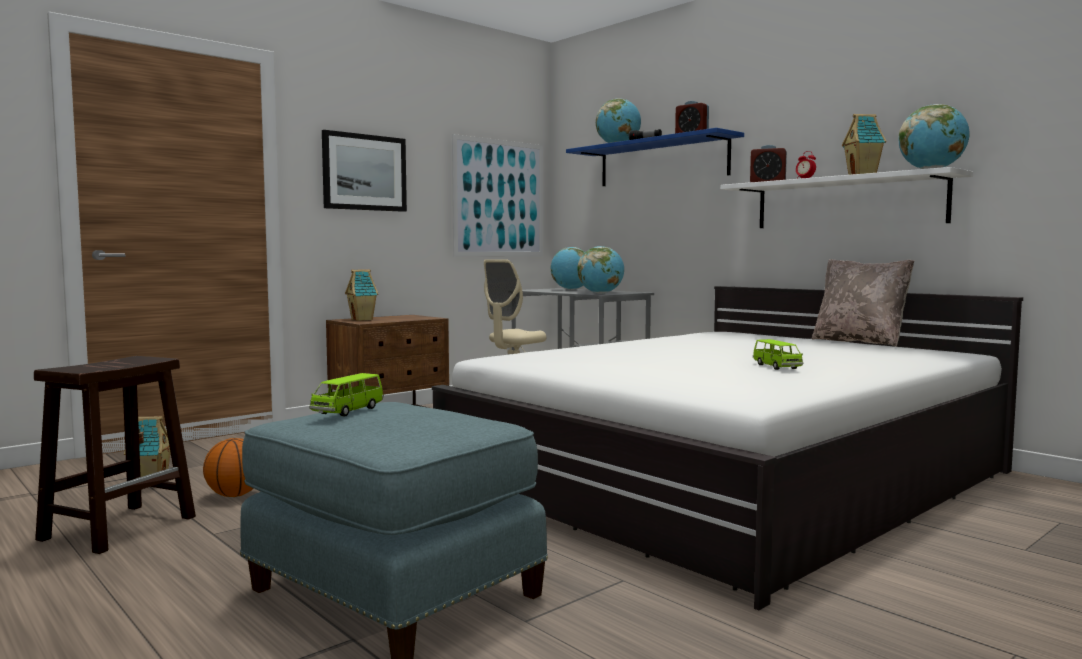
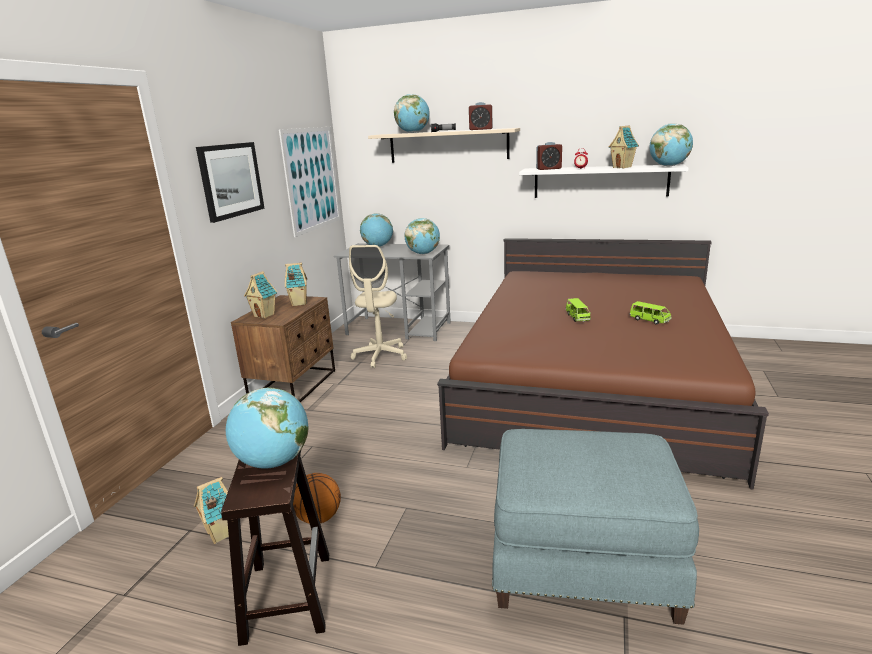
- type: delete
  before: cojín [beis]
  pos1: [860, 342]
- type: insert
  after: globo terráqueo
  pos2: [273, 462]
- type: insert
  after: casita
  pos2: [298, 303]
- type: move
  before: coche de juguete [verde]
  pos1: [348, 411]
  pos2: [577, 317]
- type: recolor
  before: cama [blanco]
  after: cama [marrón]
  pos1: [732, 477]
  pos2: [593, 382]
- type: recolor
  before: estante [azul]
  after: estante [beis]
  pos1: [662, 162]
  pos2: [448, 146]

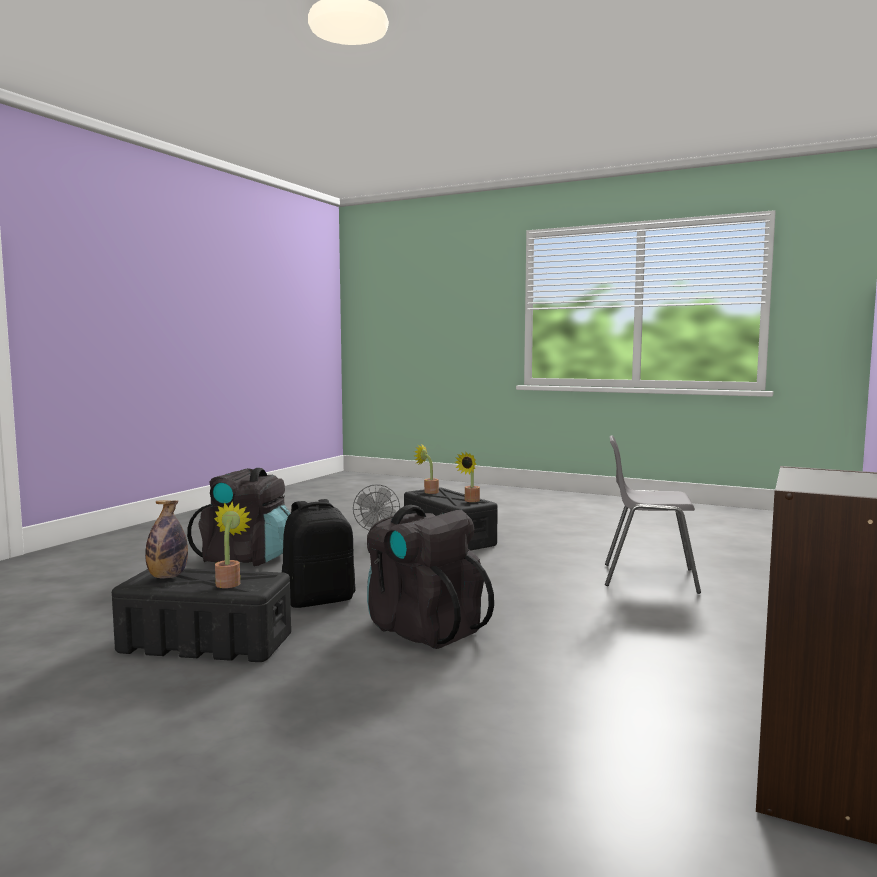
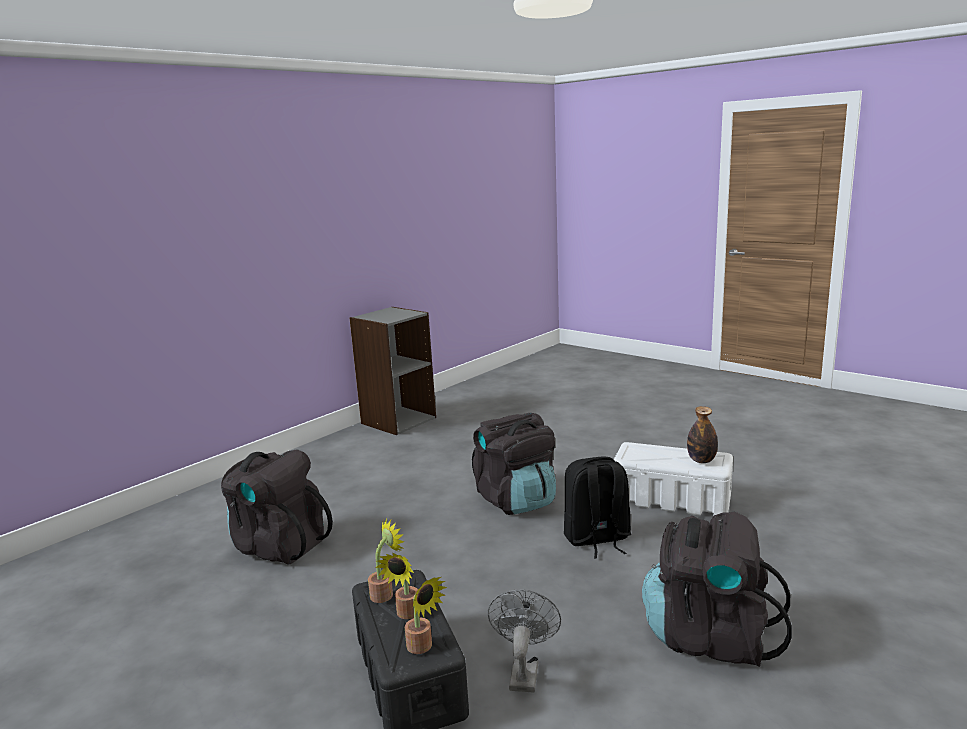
- type: move
  before: planta en maceta
  pos1: [229, 582]
  pos2: [406, 615]
- type: replace
  before: silla [gris]
  after: mochila [negro]
  pos1: [648, 577]
  pos2: [278, 545]
- type: recolor
  before: caja de almacenaje [negro]
  after: caja de almacenaje [blanco]
  pos1: [204, 643]
  pos2: [672, 499]

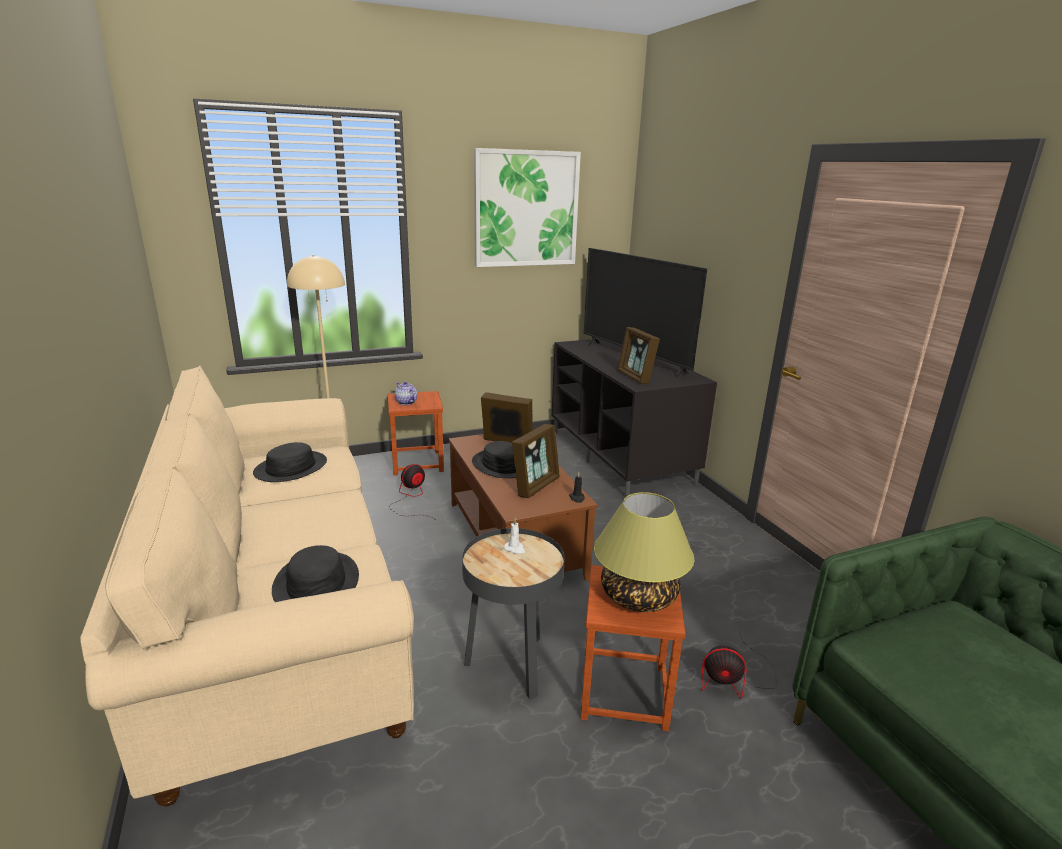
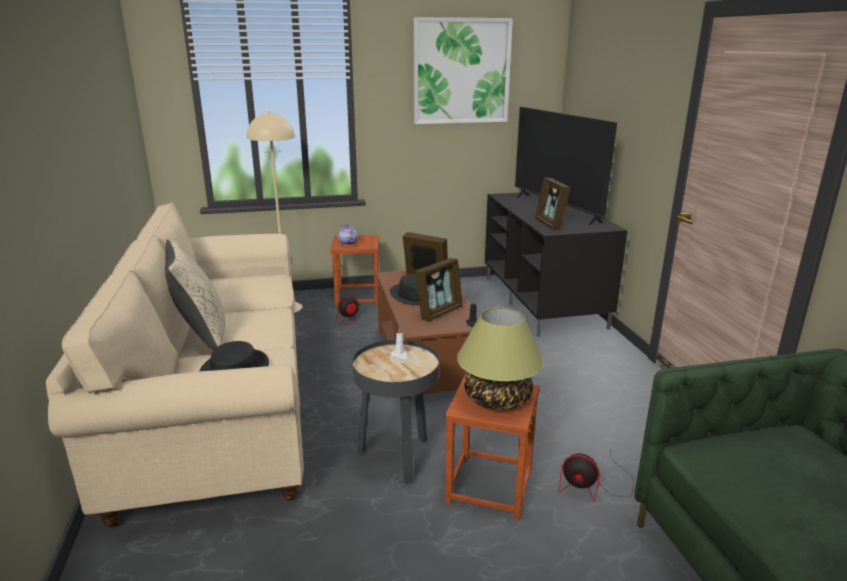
- type: delete
  before: sombrero [negro]
  pos1: [291, 468]
- type: insert
  after: cojín [beis]
  pos2: [201, 333]

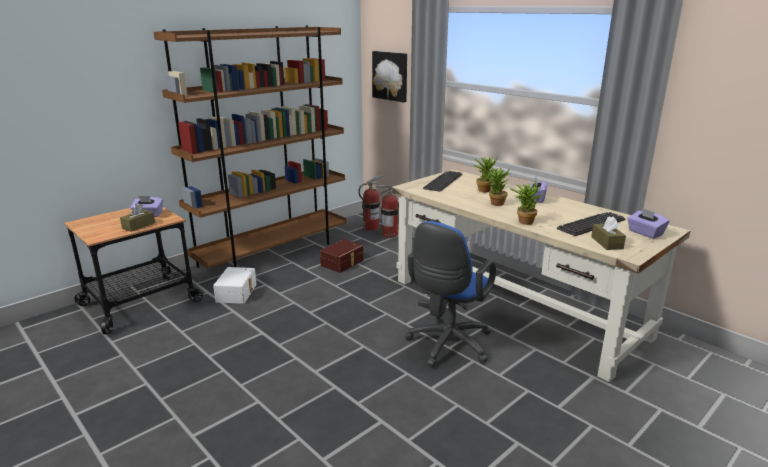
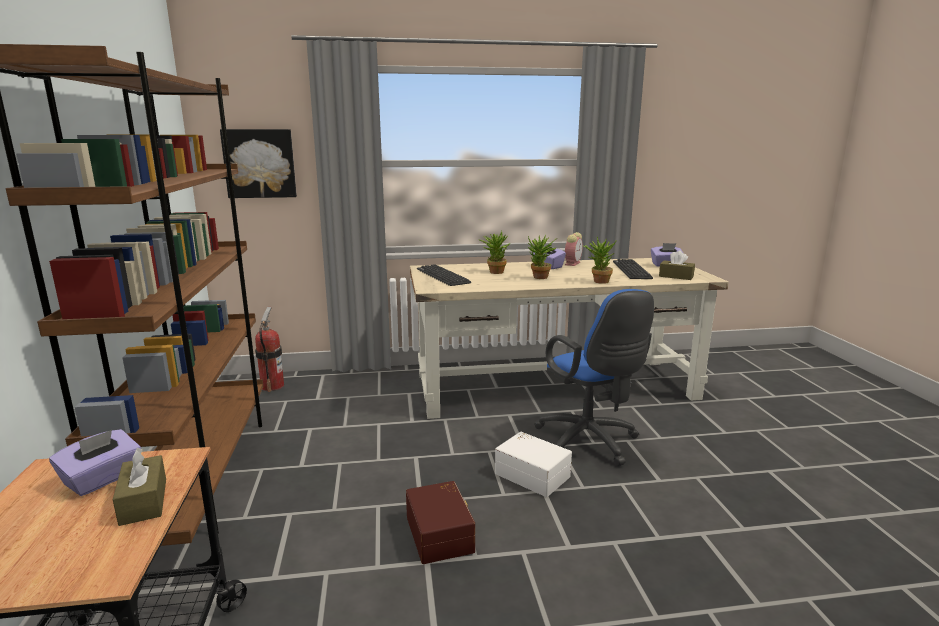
- type: delete
  before: extintor
  pos1: [389, 234]
- type: insert
  after: despertador
  pos2: [572, 263]
- type: move
  before: caja de almacenaje [blanco]
  pos1: [237, 293]
  pos2: [533, 474]
- type: move
  before: caja de almacenaje [marrón]
  pos1: [343, 263]
  pos2: [441, 533]

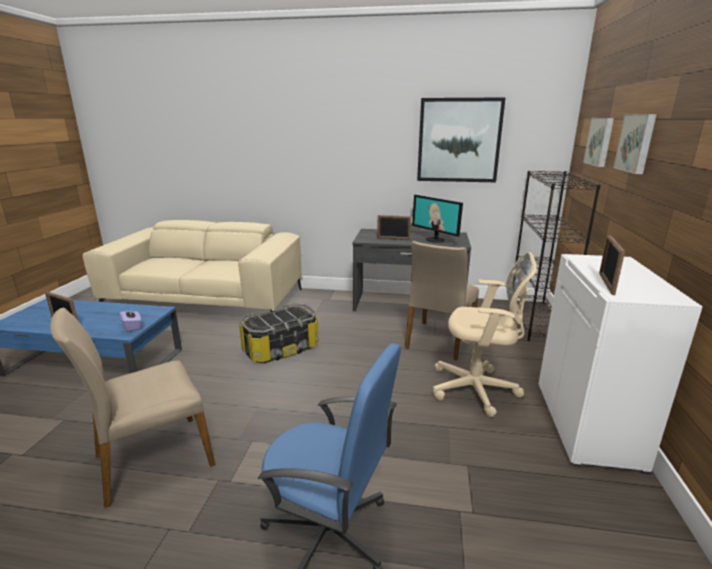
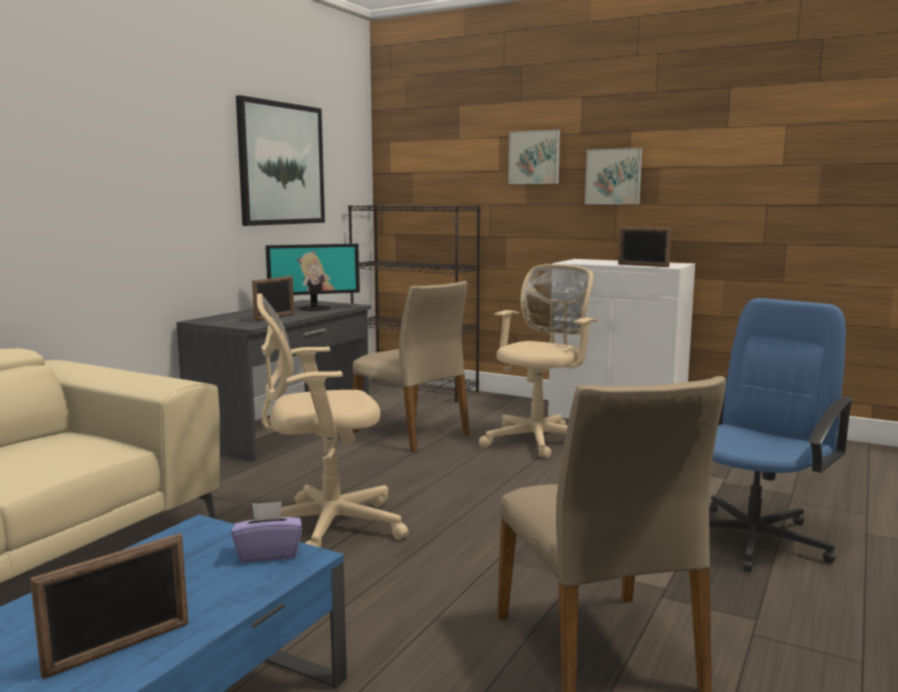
- type: move
  before: cuadro
  pos1: [600, 141]
  pos2: [613, 176]
- type: replace
  before: caja de almacenaje
  after: silla de oficina [beis]
  pos1: [280, 349]
  pos2: [324, 526]

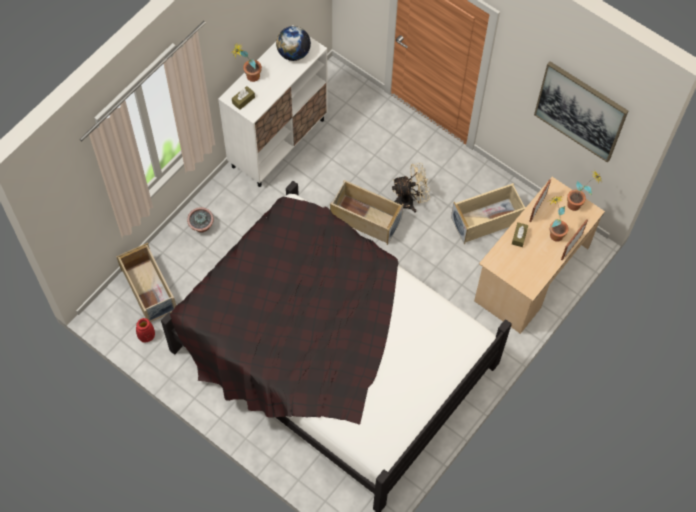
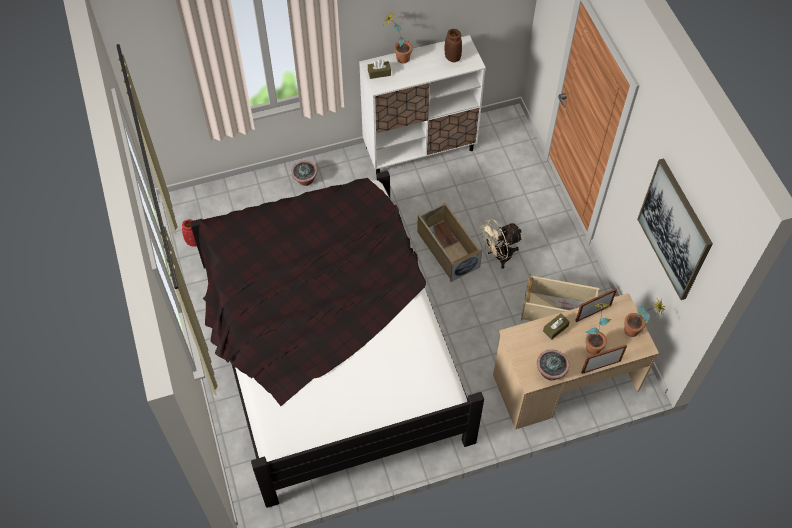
- type: delete
  before: caja de almacenaje [beis]
  pos1: [150, 290]
- type: insert
  after: planta en maceta
  pos2: [550, 372]
- type: replace
  before: globo terráqueo
  after: florero [marrón]
  pos1: [293, 53]
  pos2: [452, 57]
- type: rotate
  before: ventilador [beis]
  pos1: [410, 201]
  pos2: [498, 256]
  turn: 135

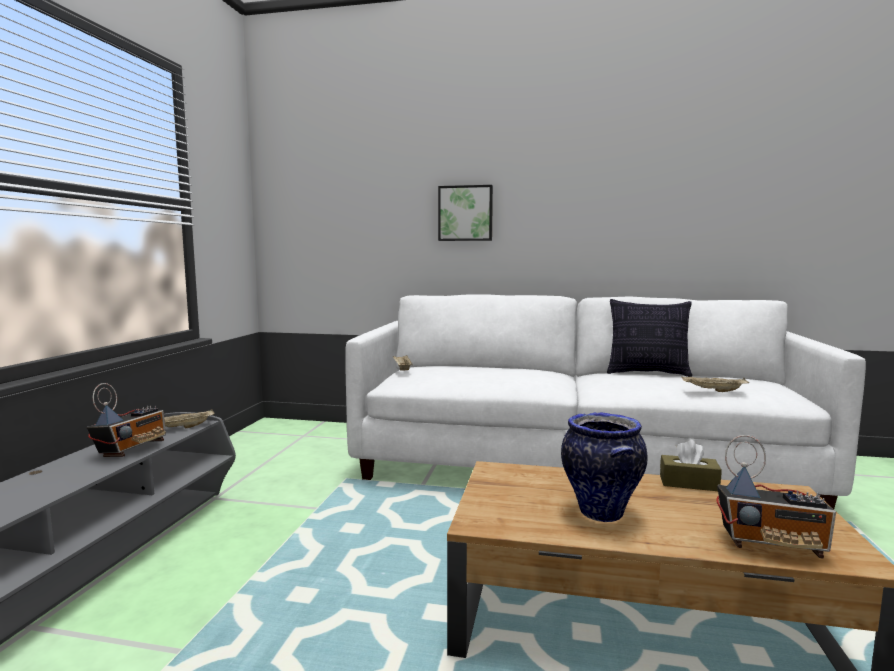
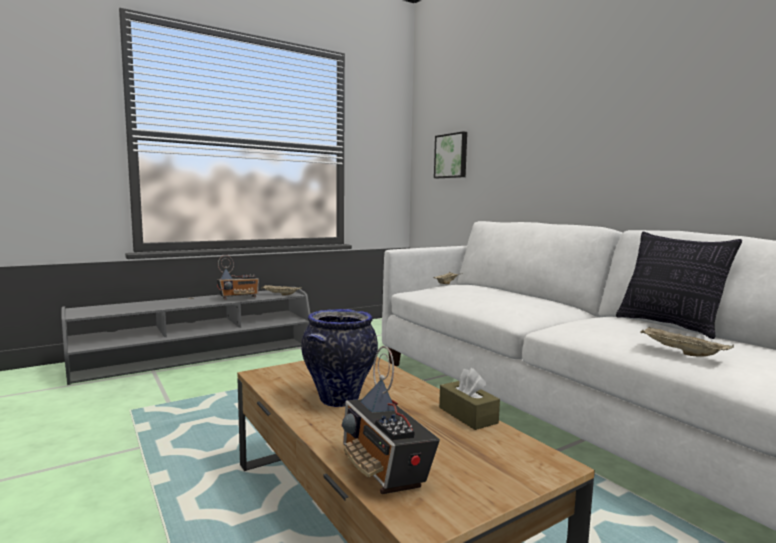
- type: move
  before: cuadro
  pos1: [465, 213]
  pos2: [451, 156]

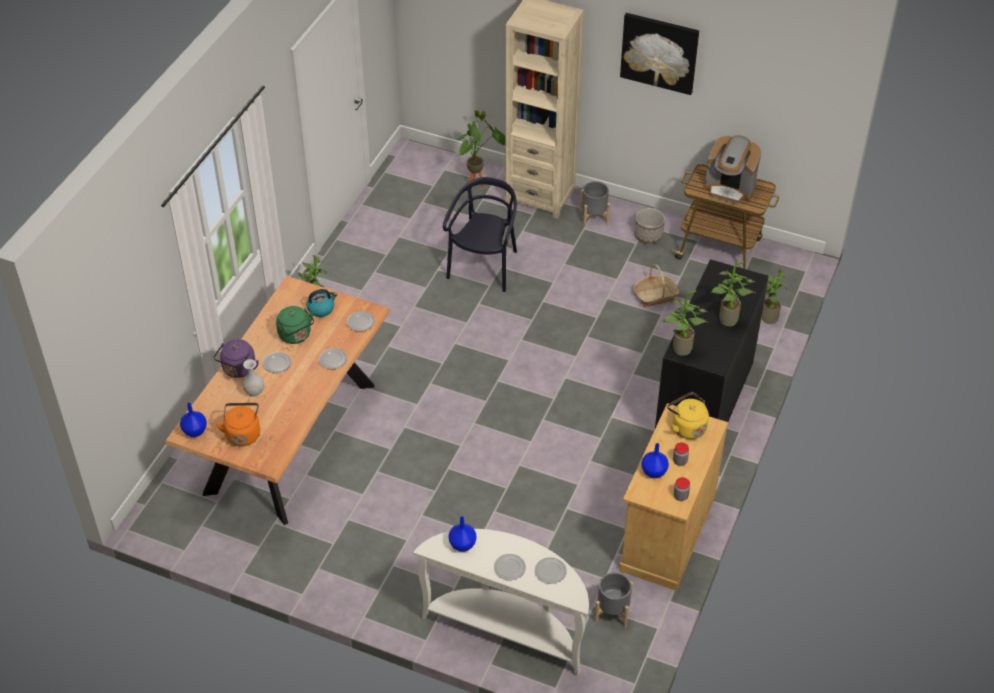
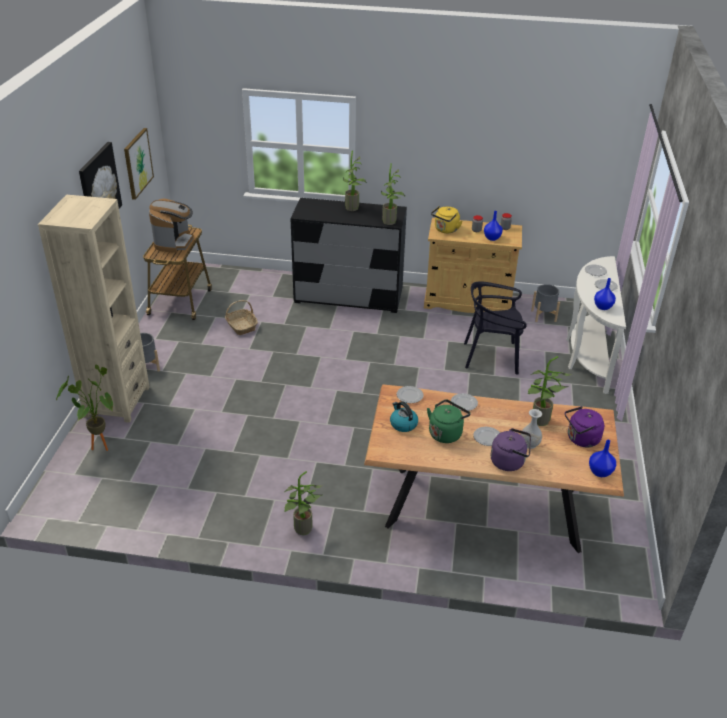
- type: delete
  before: maceta
  pos1: [648, 235]
- type: insert
  after: cuadro
  pos2: [138, 163]
- type: move
  before: silla [negro]
  pos1: [484, 266]
  pos2: [491, 357]
- type: move
  before: planta en maceta
  pos1: [767, 317]
  pos2: [539, 422]
- type: recolor
  before: hervidor [naranja]
  after: hervidor [morado]
  pos1: [243, 433]
  pos2: [581, 439]

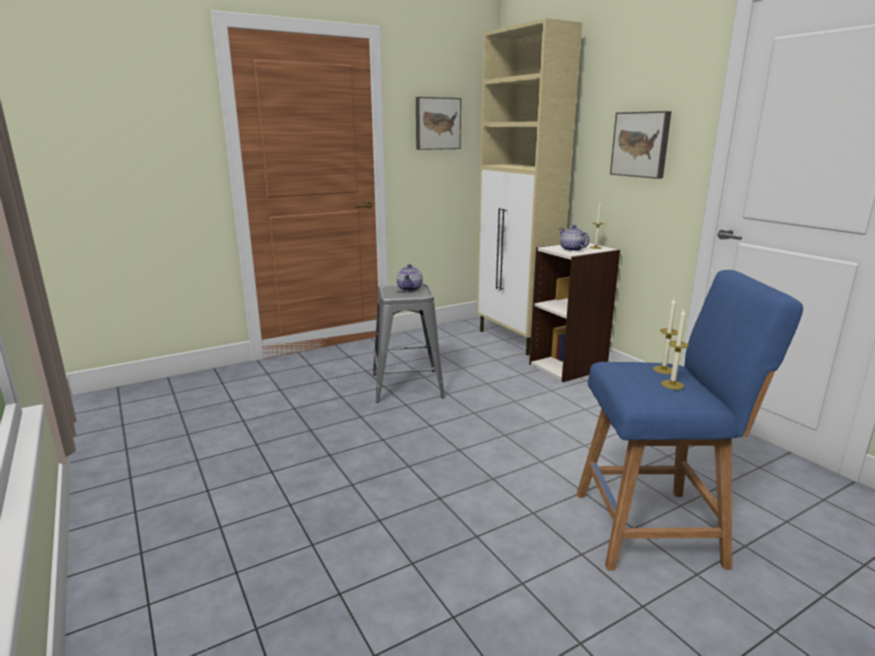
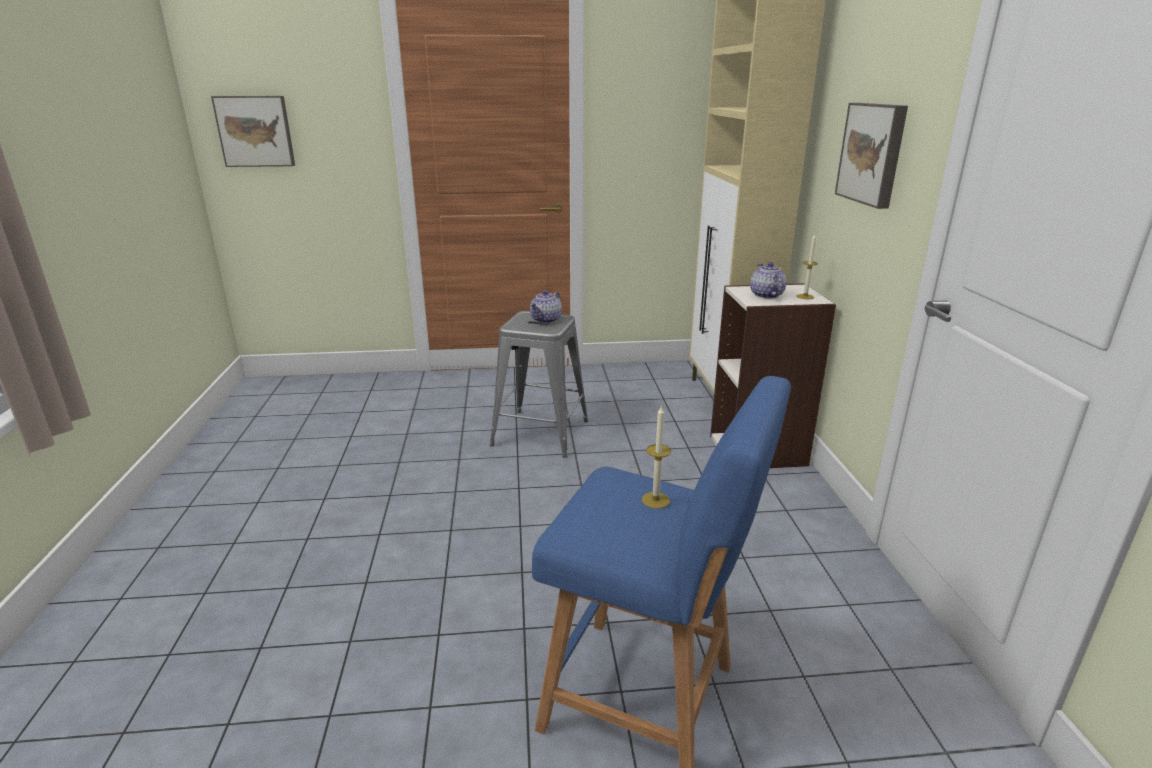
- type: delete
  before: vela
  pos1: [672, 385]
- type: move
  before: cuadro
  pos1: [437, 123]
  pos2: [255, 131]

